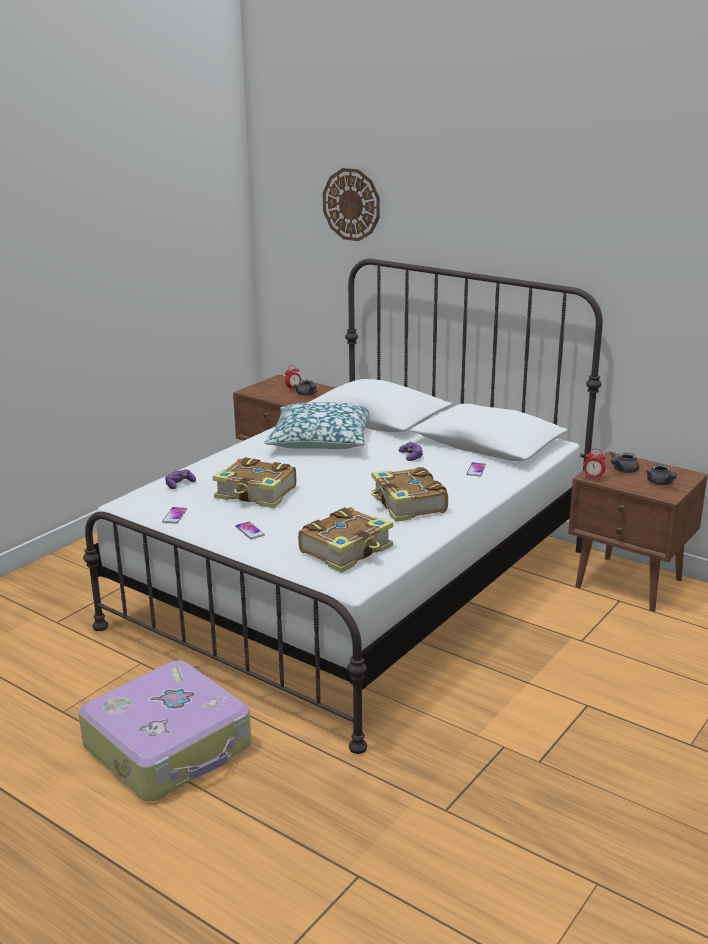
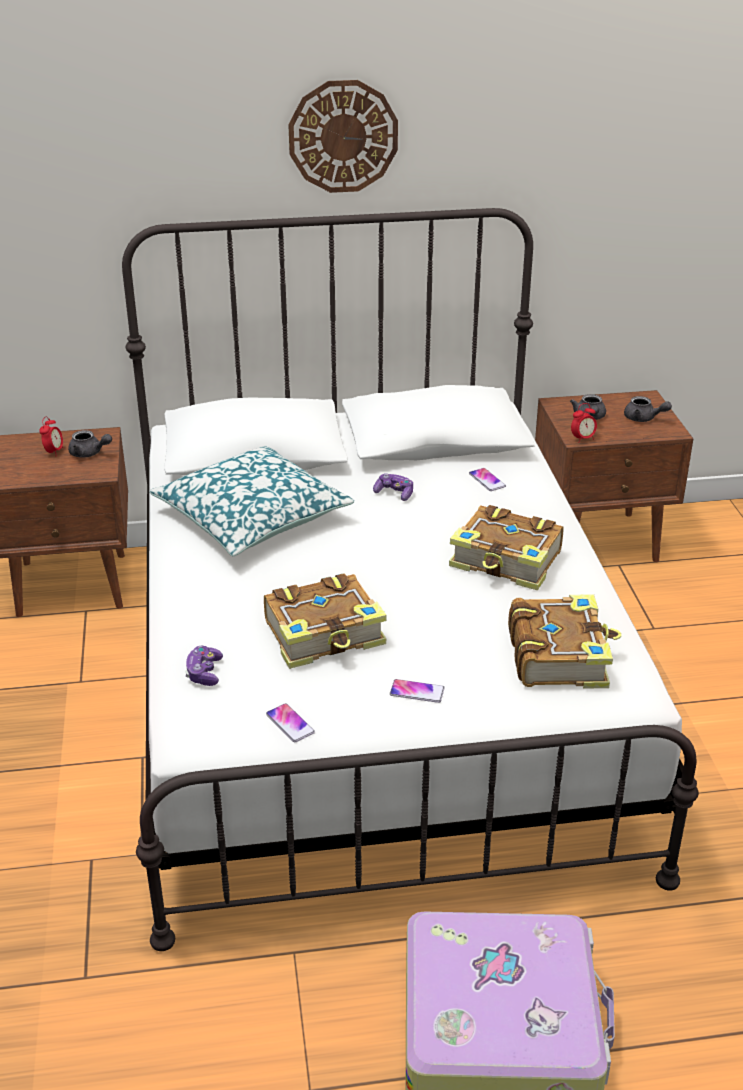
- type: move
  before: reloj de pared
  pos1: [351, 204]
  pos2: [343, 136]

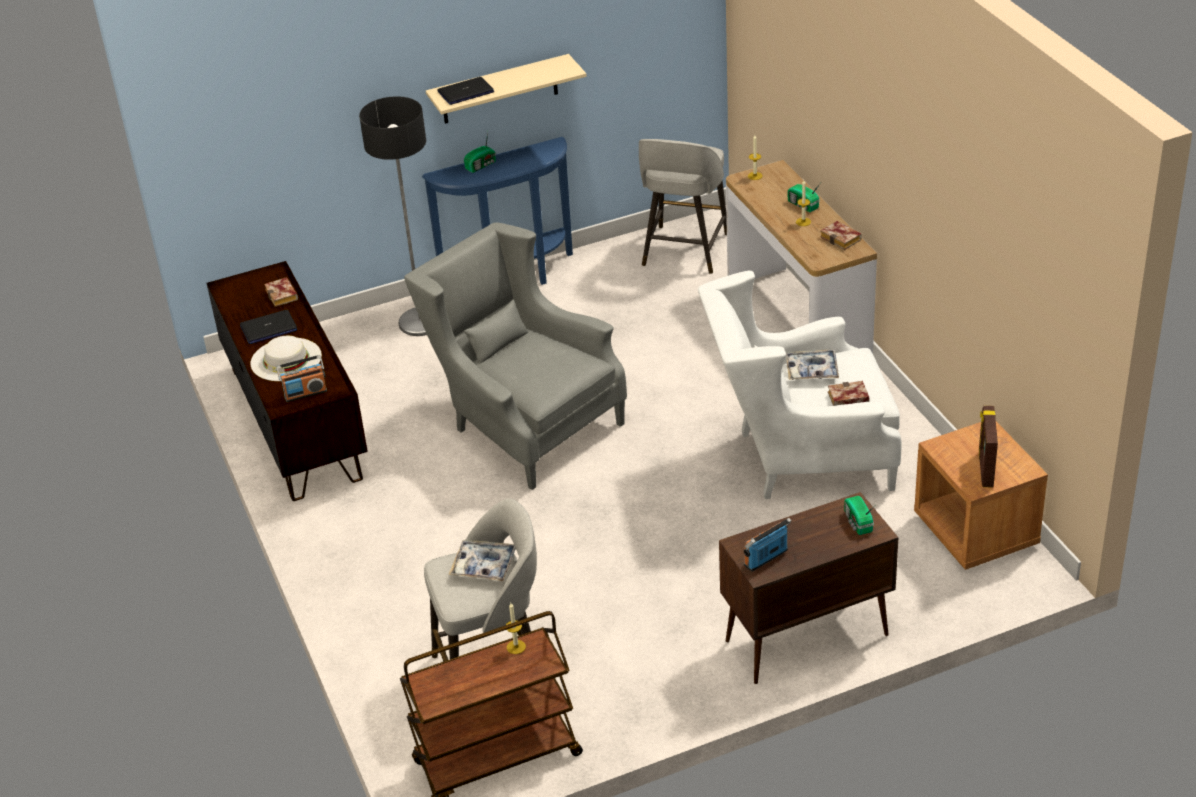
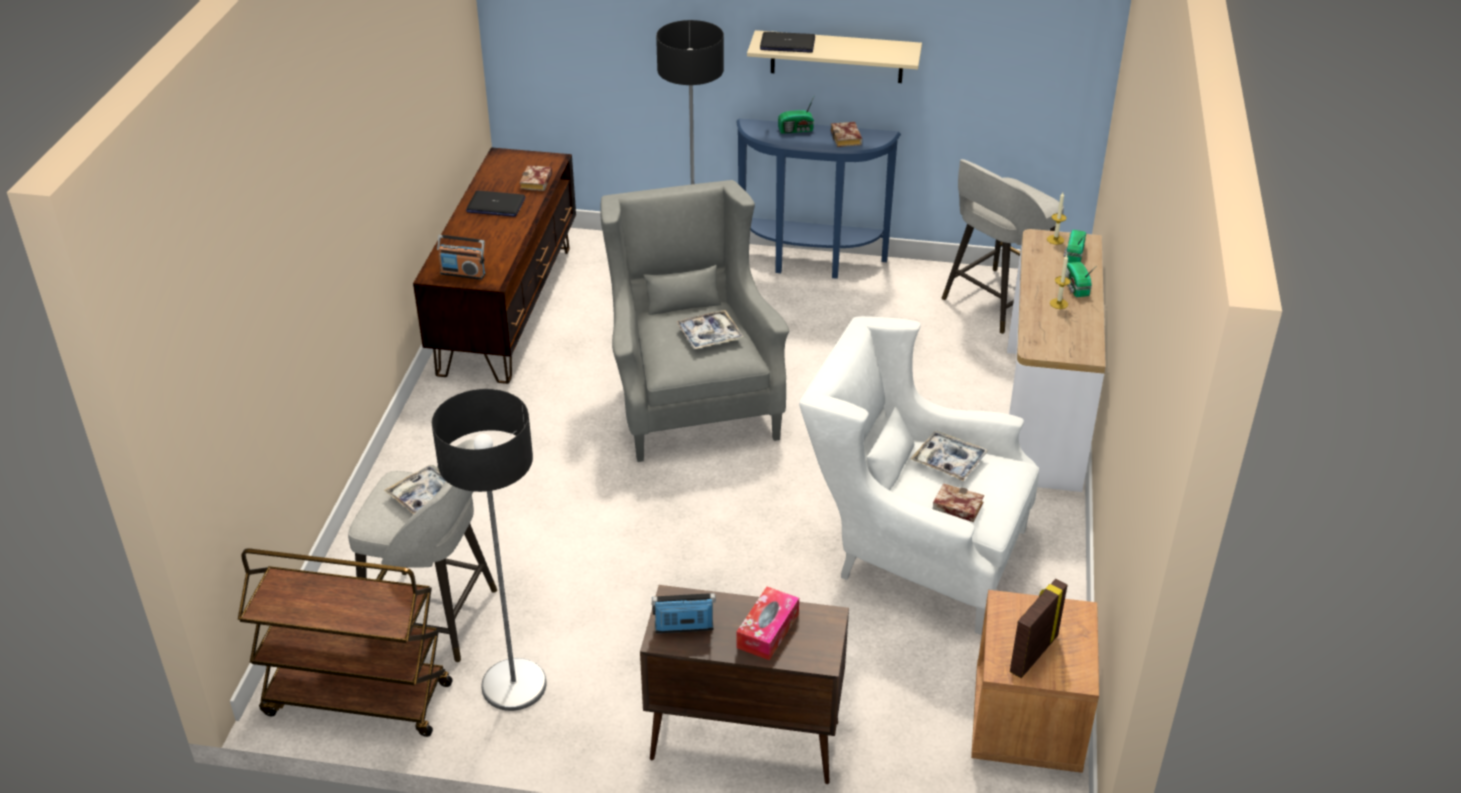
- type: delete
  before: sombrero [blanco]
  pos1: [286, 359]
- type: delete
  before: vela
  pos1: [516, 647]
- type: insert
  after: lámpara de pie
  pos2: [514, 685]
- type: insert
  after: bandeja
  pos2: [709, 335]
- type: insert
  after: caja de pañuelos
  pos2: [767, 631]
- type: move
  before: libro
  pos1: [842, 239]
  pos2: [847, 139]
- type: move
  before: radio
  pos1: [857, 523]
  pos2: [1073, 254]

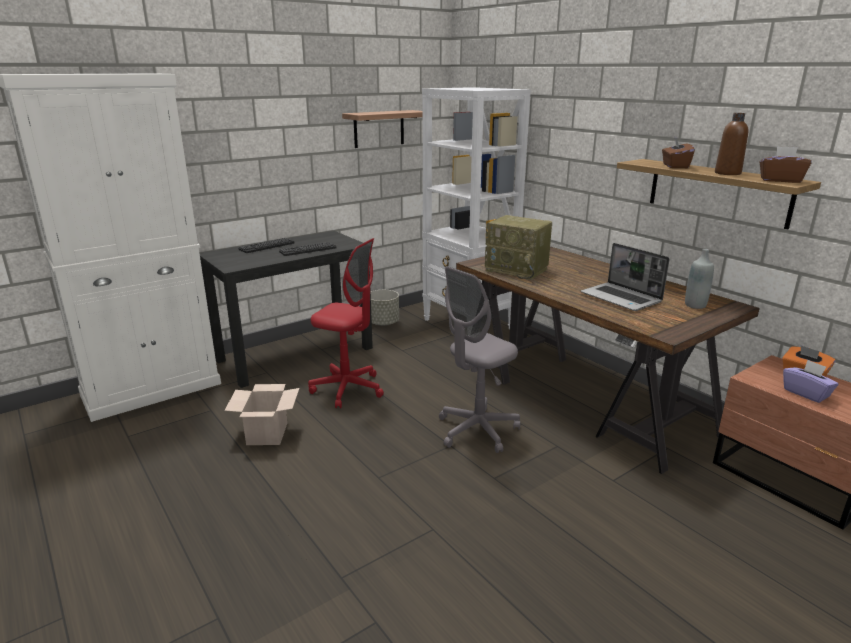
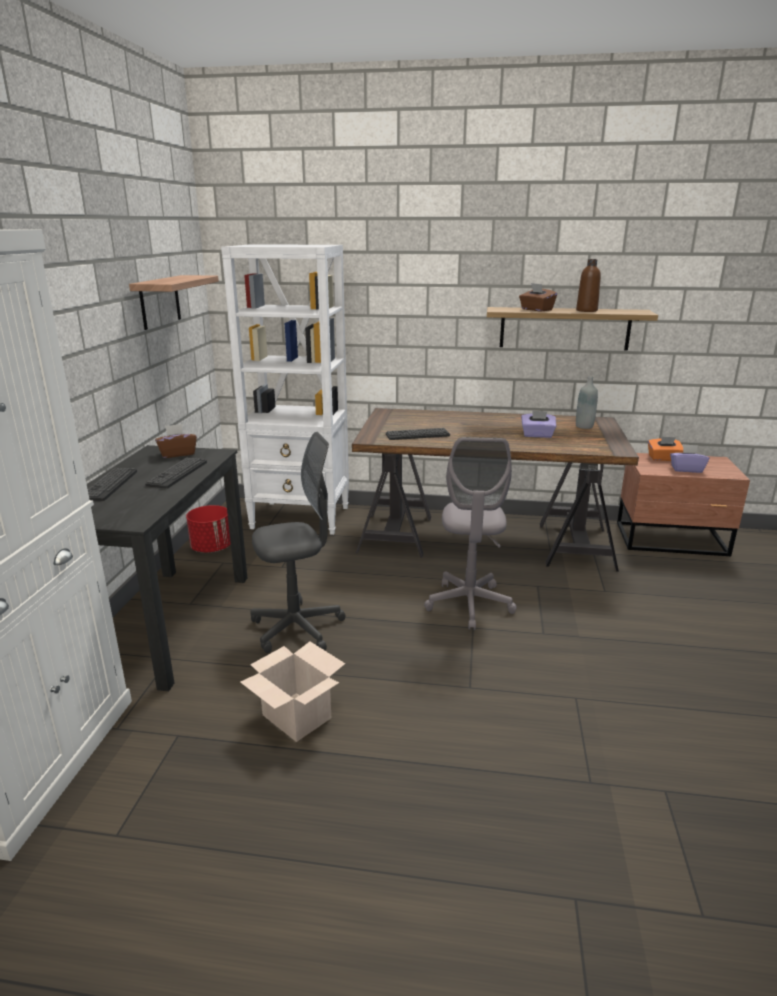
- type: move
  before: caja de pañuelos [marrón]
  pos1: [780, 180]
  pos2: [177, 454]
- type: replace
  before: radio
  after: teclado
  pos1: [518, 270]
  pos2: [417, 435]
- type: replace
  before: portátil
  after: caja de pañuelos [morado]
  pos1: [621, 298]
  pos2: [537, 435]
- type: recolor
  before: silla de oficina [rojo]
  after: silla de oficina [gris]
  pos1: [348, 389]
  pos2: [297, 628]
- type: recolor
  before: maceta [gris]
  after: maceta [rojo]
  pos1: [383, 323]
  pos2: [211, 548]

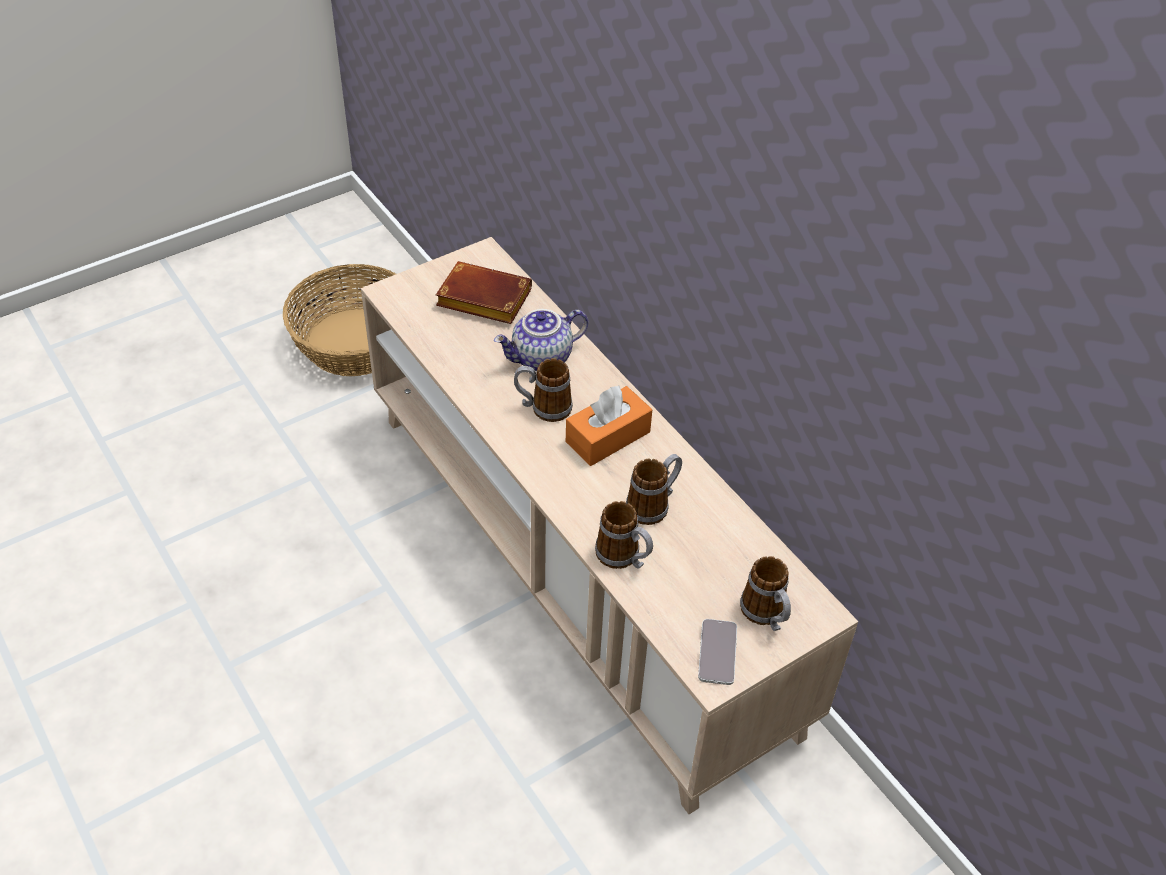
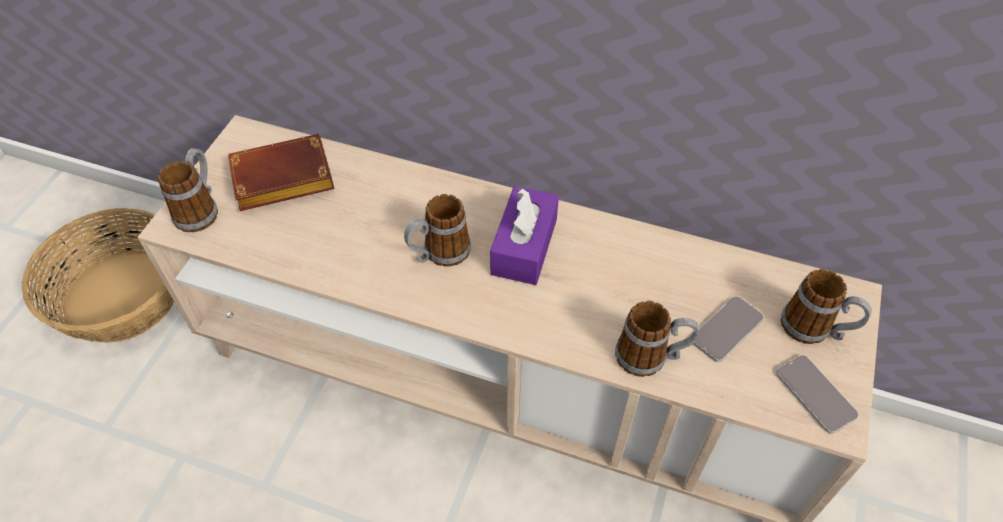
- type: delete
  before: tetera
  pos1: [542, 359]
- type: insert
  after: móvil
  pos2: [726, 329]
- type: move
  before: taza grande
  pos1: [653, 505]
  pos2: [200, 209]
- type: recolor
  before: caja de pañuelos [naranja]
  after: caja de pañuelos [morado]
  pos1: [608, 437]
  pos2: [524, 246]

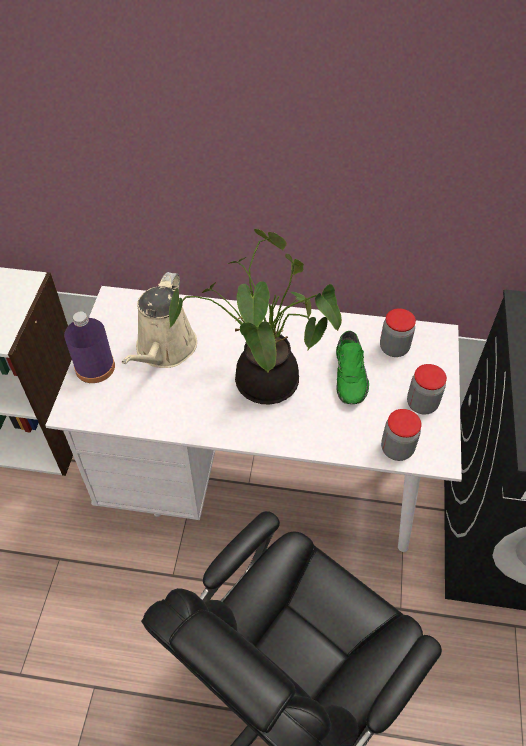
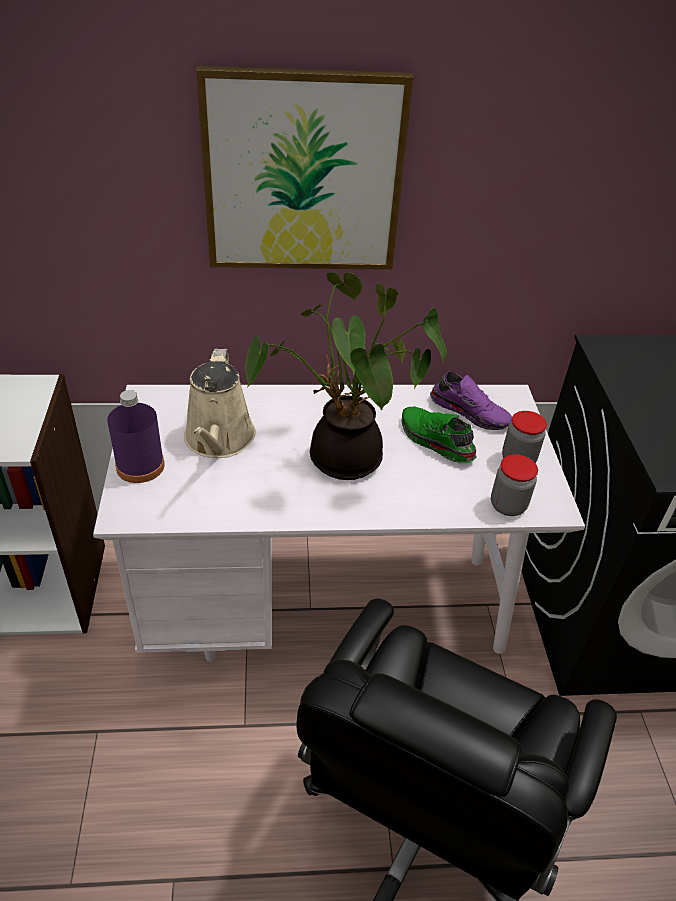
- type: insert
  after: cuadro
  pos2: [303, 174]
- type: replace
  before: tarro
  after: zapato [morado]
  pos1: [394, 348]
  pos2: [470, 412]
- type: rotate
  before: zapato [verde]
  pos1: [351, 375]
  pos2: [434, 442]
  turn: 150

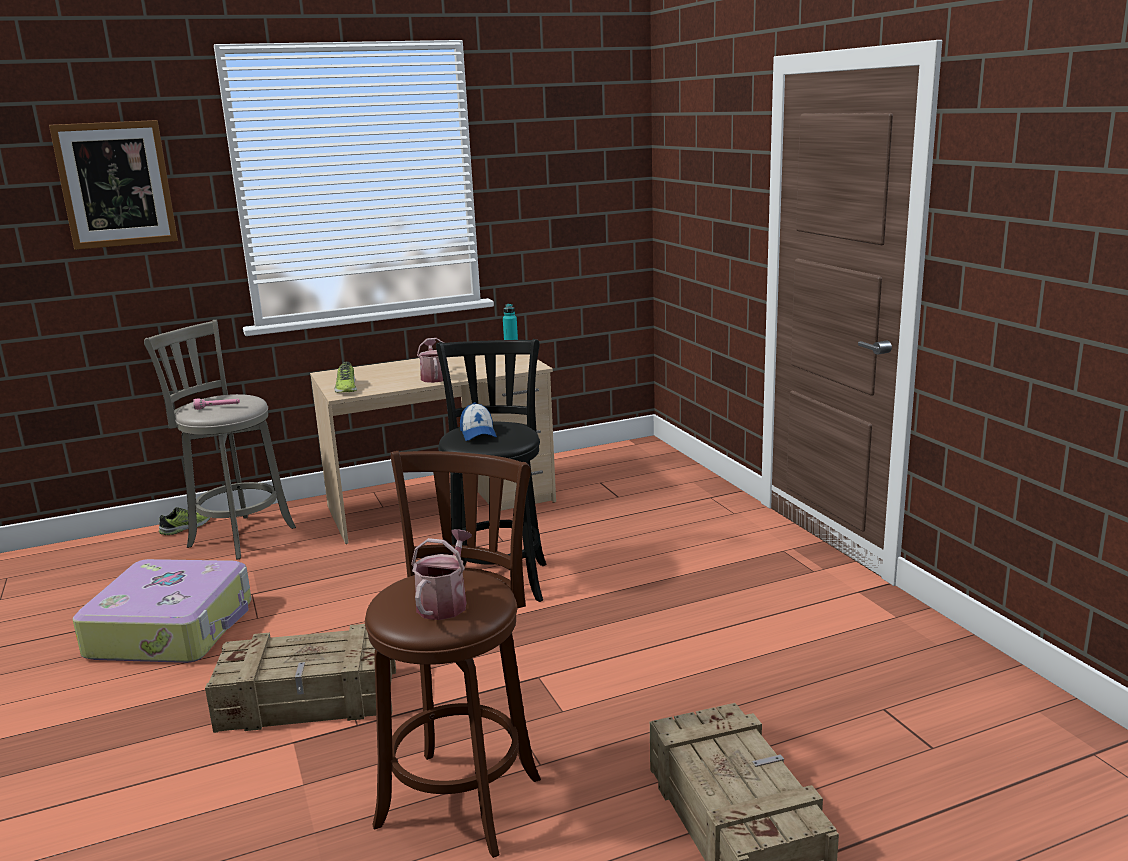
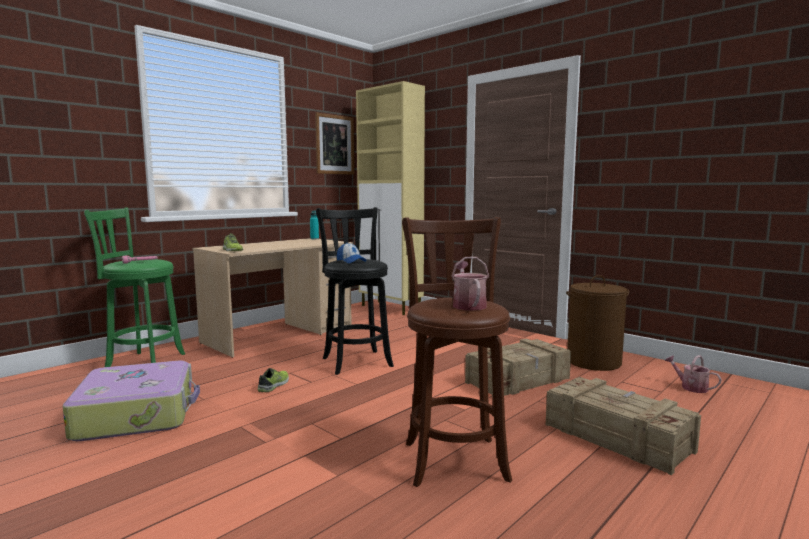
- type: insert
  after: armario [beis]
  pos2: [391, 308]
- type: insert
  after: cesto de la ropa [marrón]
  pos2: [594, 362]
- type: move
  before: cuadro
  pos1: [116, 184]
  pos2: [334, 144]
- type: move
  before: zapato
  pos1: [186, 527]
  pos2: [274, 385]
- type: move
  before: caja de embalaje
  pos1: [310, 700]
  pos2: [519, 380]
- type: move
  before: regadera
  pos1: [434, 377]
  pos2: [690, 387]
- type: recolor
  before: taburete [gris]
  after: taburete [verde]
  pos1: [238, 536]
  pos2: [142, 362]

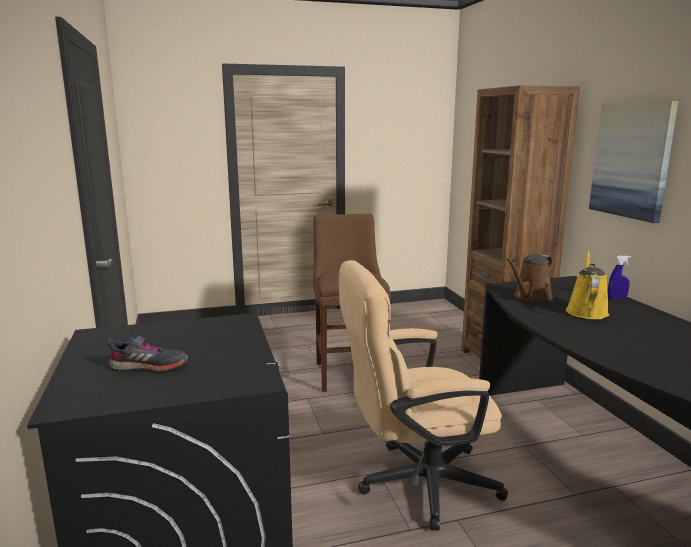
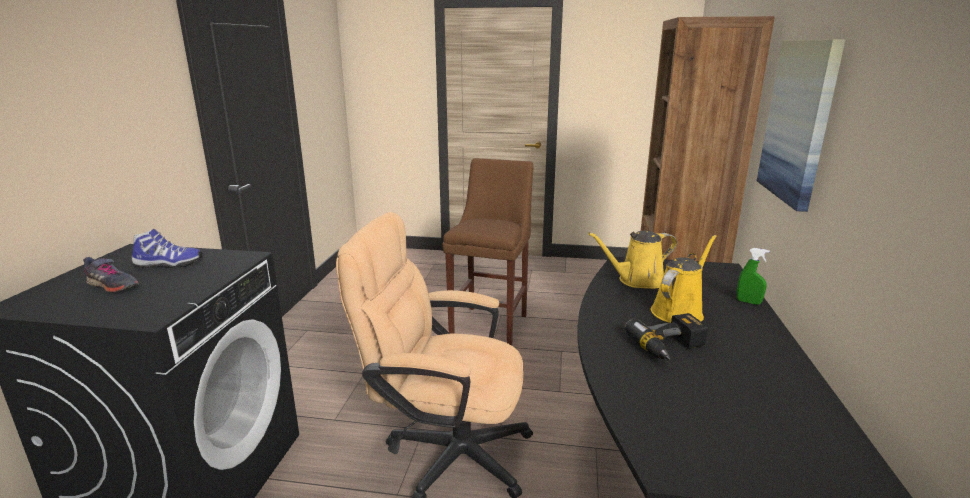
- type: insert
  after: zapato
  pos2: [168, 264]
- type: insert
  after: taladro
  pos2: [670, 348]
- type: recolor
  before: regadera [marrón]
  after: regadera [amarillo]
  pos1: [530, 297]
  pos2: [637, 281]
- type: recolor
  before: pulverizador [azul]
  after: pulverizador [verde]
  pos1: [617, 298]
  pos2: [748, 302]

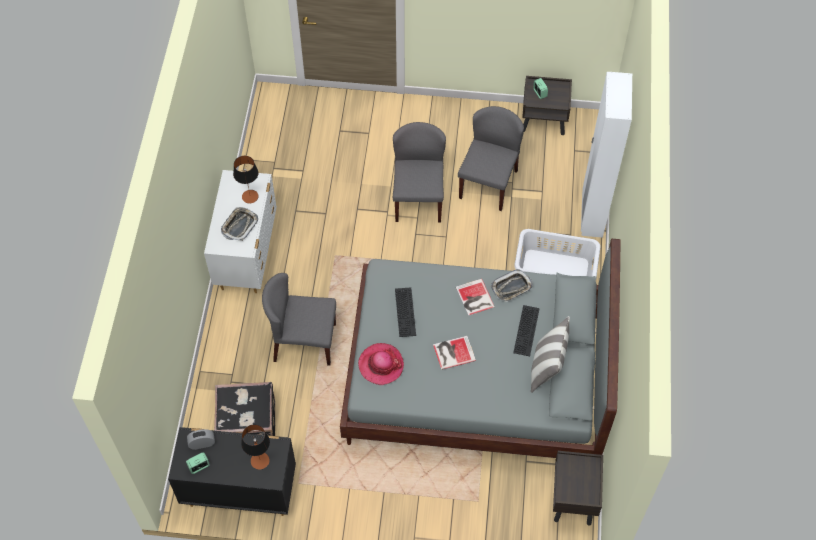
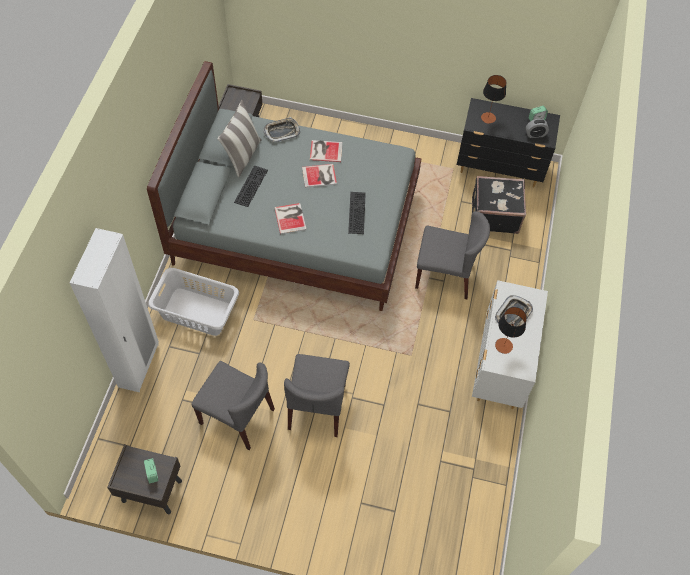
- type: delete
  before: sombrero
  pos1: [381, 365]
- type: insert
  after: libro
  pos2: [325, 150]
- type: move
  before: bandeja
  pos1: [511, 287]
  pos2: [282, 131]
- type: rotate
  before: silla [gris]
  pos1: [488, 183]
  pos2: [238, 416]
  turn: -90

